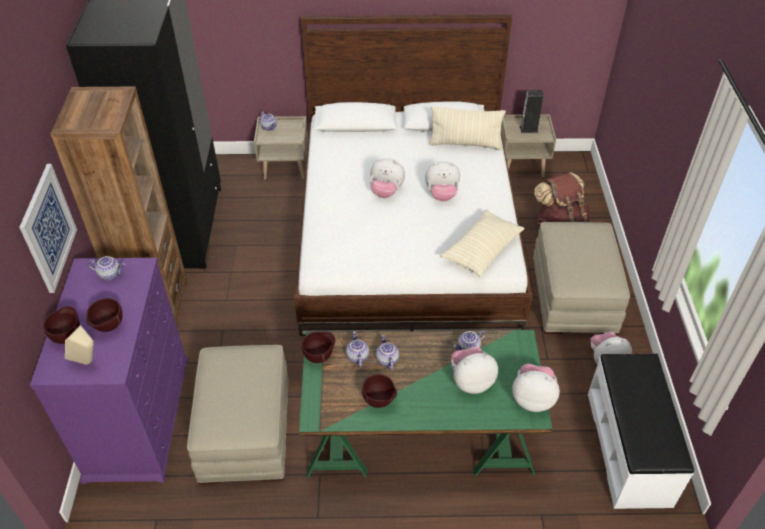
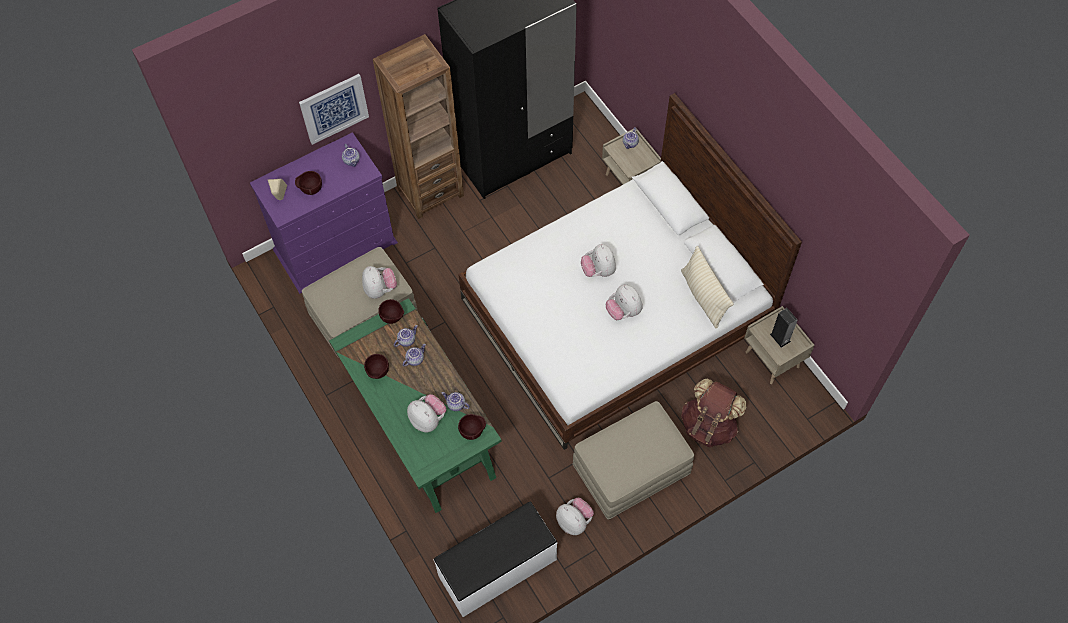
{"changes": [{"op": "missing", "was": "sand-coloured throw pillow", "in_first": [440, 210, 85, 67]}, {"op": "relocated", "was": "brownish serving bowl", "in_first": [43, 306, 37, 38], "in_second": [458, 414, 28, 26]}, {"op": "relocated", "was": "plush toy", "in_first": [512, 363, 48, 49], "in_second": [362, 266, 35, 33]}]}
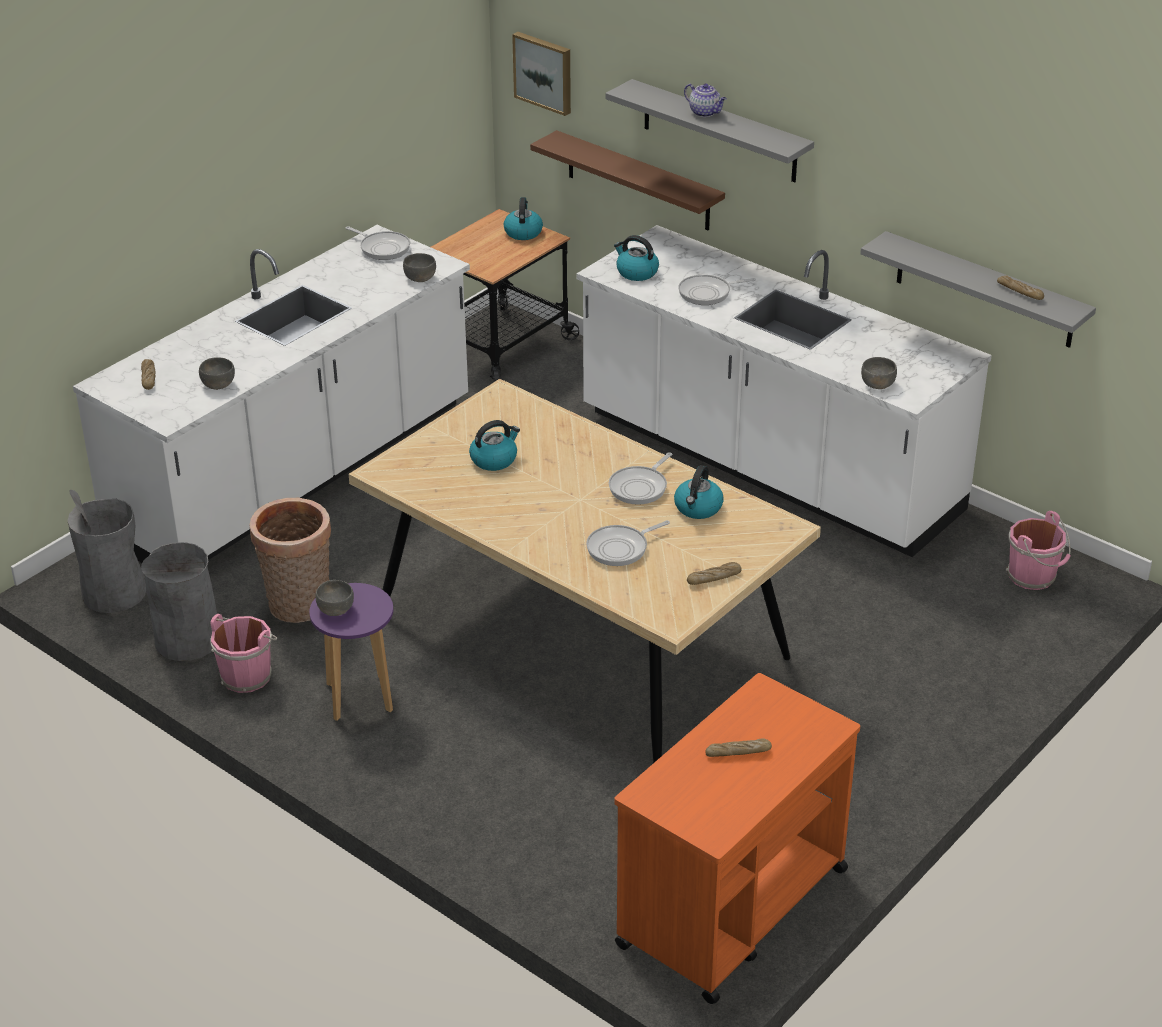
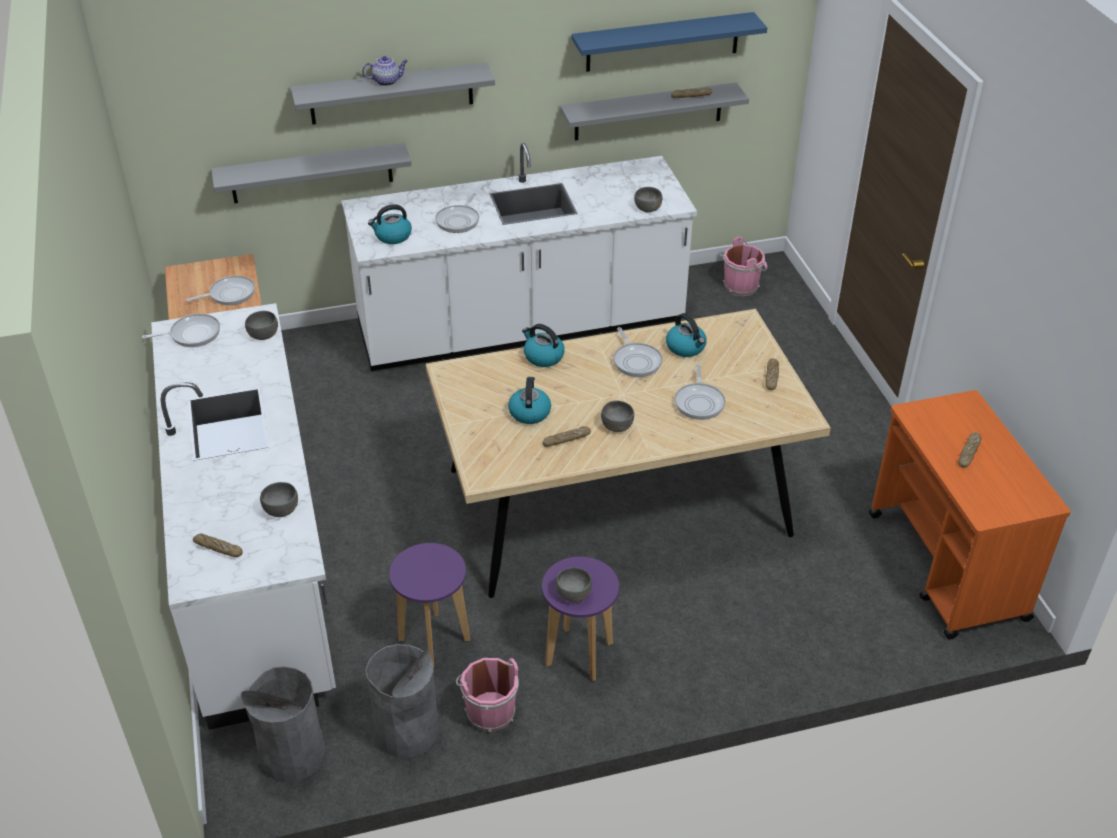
{"changes": [{"op": "missing", "was": "wall picture", "in_first": [512, 32, 59, 84]}, {"op": "appeared", "now": "frying pan", "in_second": [186, 276, 69, 29]}, {"op": "appeared", "now": "bread", "in_second": [543, 426, 48, 21]}, {"op": "appeared", "now": "blue-coloured bracket shelf", "in_second": [572, 12, 195, 60]}, {"op": "appeared", "now": "gray serving bowl", "in_second": [601, 401, 33, 31]}, {"op": "relocated", "was": "kettle", "in_first": [504, 197, 39, 43], "in_second": [522, 324, 43, 43]}, {"op": "exchanged", "was": "storage basket", "now": "purple-coloured stool seat", "in_first": [250, 498, 81, 125], "in_second": [389, 543, 81, 125]}, {"op": "colour", "was": "brownish bracket shelf", "now": "gray bracket shelf", "in_first": [530, 130, 195, 100], "in_second": [211, 143, 201, 60]}]}
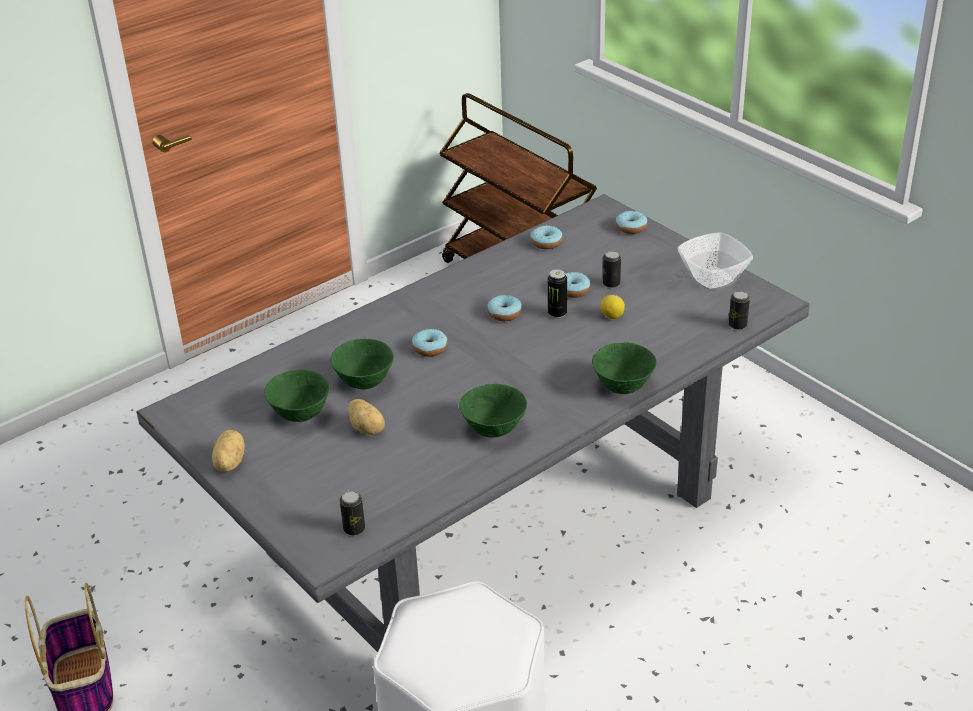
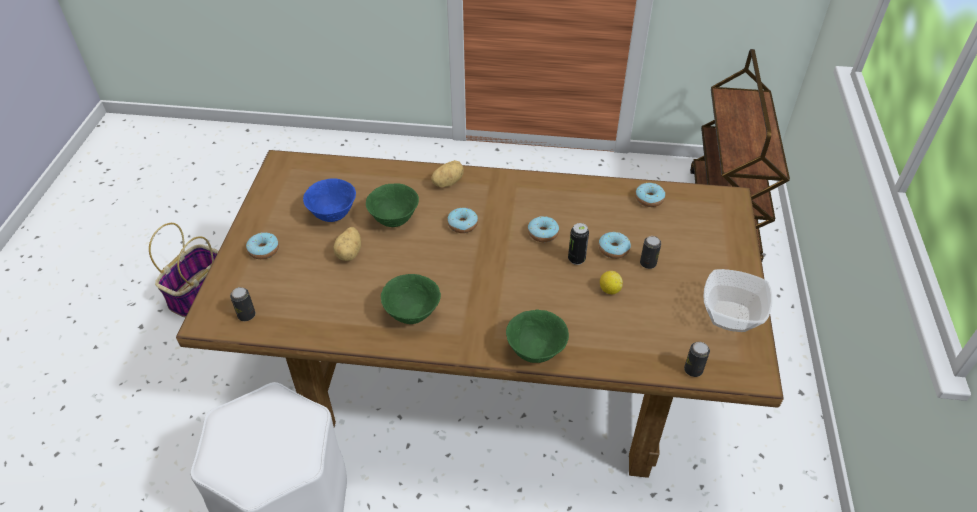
{"changes": [{"op": "relocated", "was": "whole potato", "in_first": [212, 430, 33, 42], "in_second": [431, 160, 33, 27]}, {"op": "relocated", "was": "doughnut", "in_first": [616, 211, 32, 23], "in_second": [246, 232, 33, 27]}, {"op": "colour", "was": "gray dinner table", "now": "brownish dinner table", "in_first": [137, 194, 673, 458], "in_second": [176, 150, 608, 328]}, {"op": "colour", "was": "greenish serving bowl", "now": "blue-coloured serving bowl", "in_first": [264, 370, 66, 52], "in_second": [303, 178, 53, 44]}]}
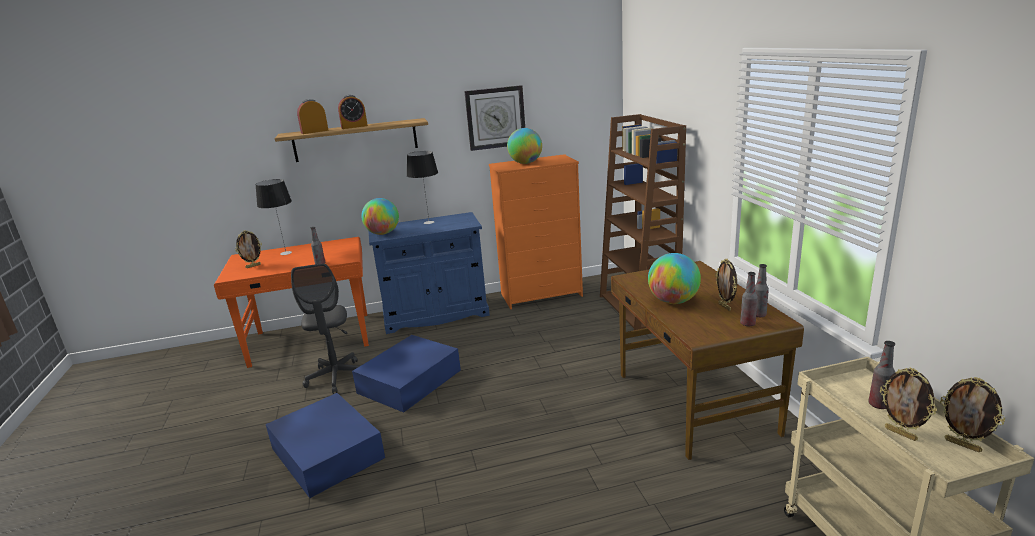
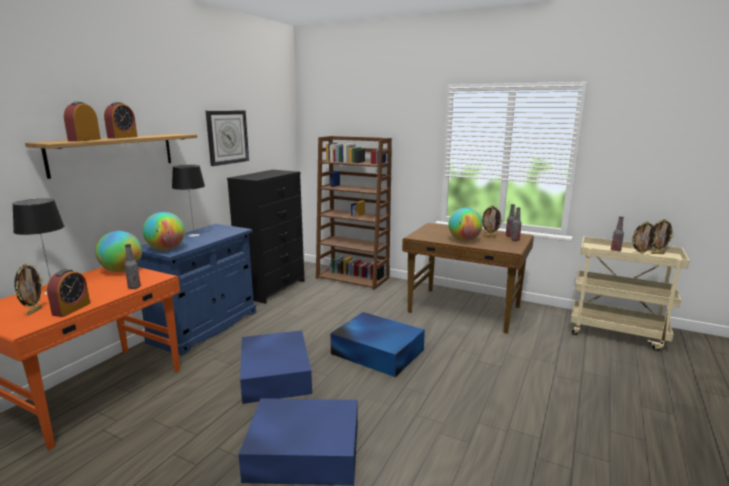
{"changes": [{"op": "missing", "was": "gray desk chair", "in_first": [291, 263, 69, 131]}, {"op": "appeared", "now": "alarm clock", "in_second": [47, 269, 43, 48]}, {"op": "appeared", "now": "blue-coloured storage bin", "in_second": [330, 312, 95, 65]}, {"op": "relocated", "was": "globe", "in_first": [507, 128, 35, 36], "in_second": [95, 231, 47, 41]}, {"op": "colour", "was": "orange dresser", "now": "black dresser", "in_first": [489, 154, 94, 155], "in_second": [227, 170, 78, 134]}]}
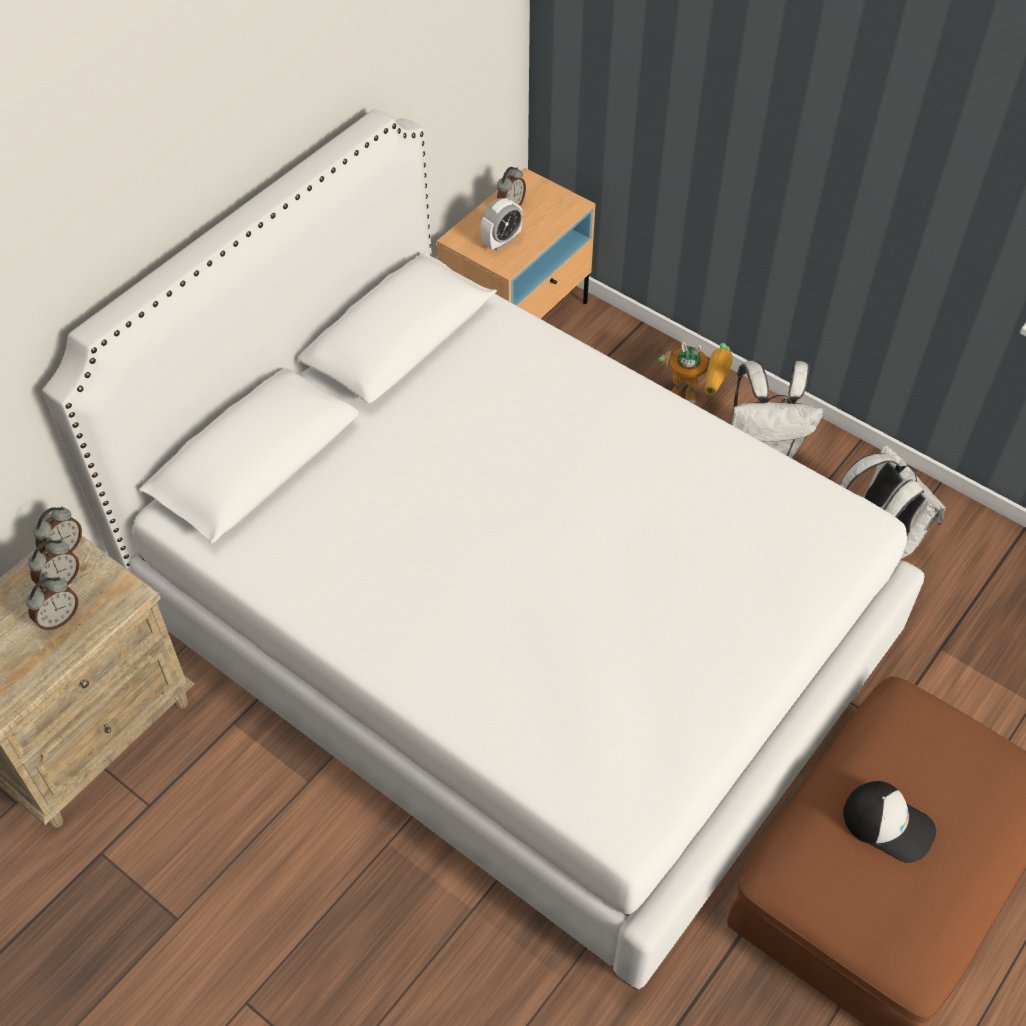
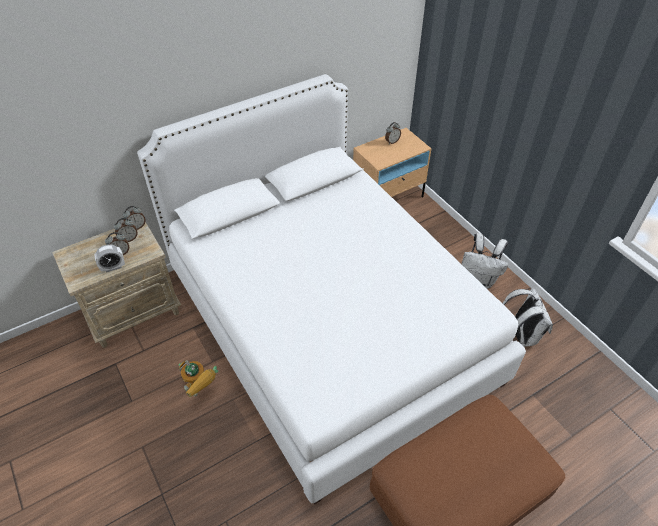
{"changes": [{"op": "missing", "was": "peaked cap", "in_first": [843, 781, 93, 82]}, {"op": "relocated", "was": "alarm clock", "in_first": [480, 198, 43, 53], "in_second": [94, 244, 31, 29]}, {"op": "relocated", "was": "robot figure", "in_first": [659, 342, 74, 63], "in_second": [178, 360, 40, 37]}]}
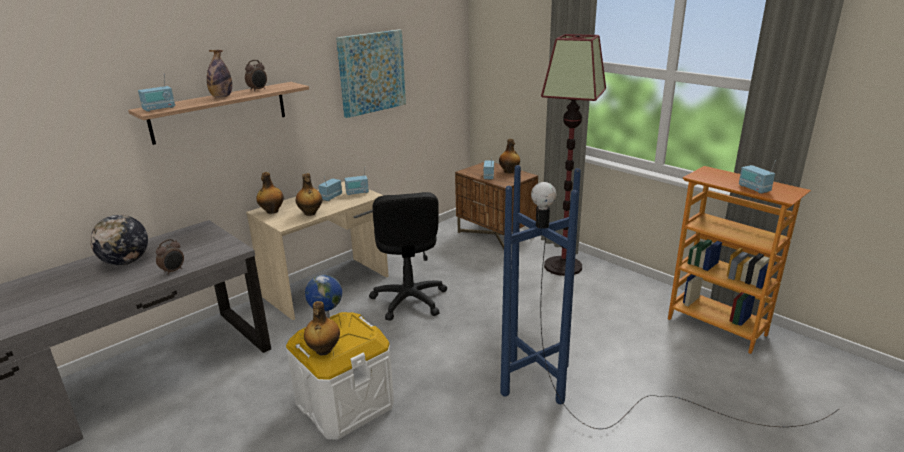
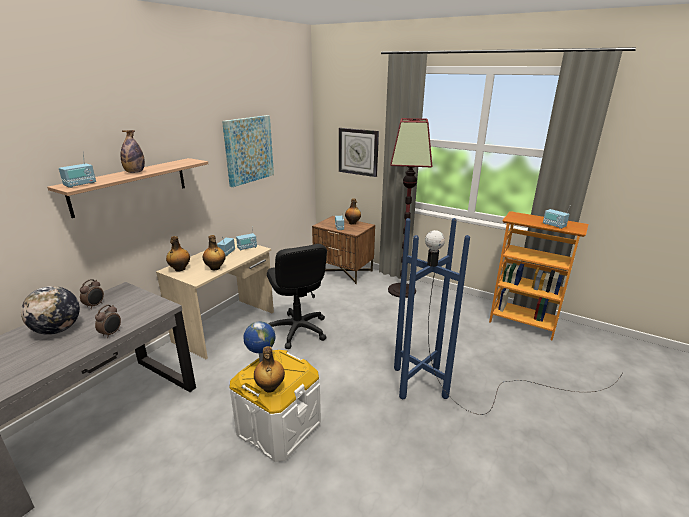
{"changes": [{"op": "appeared", "now": "clock on the wall", "in_second": [339, 128, 40, 49]}, {"op": "relocated", "was": "alarm clock", "in_first": [245, 60, 22, 31], "in_second": [80, 279, 24, 30]}]}
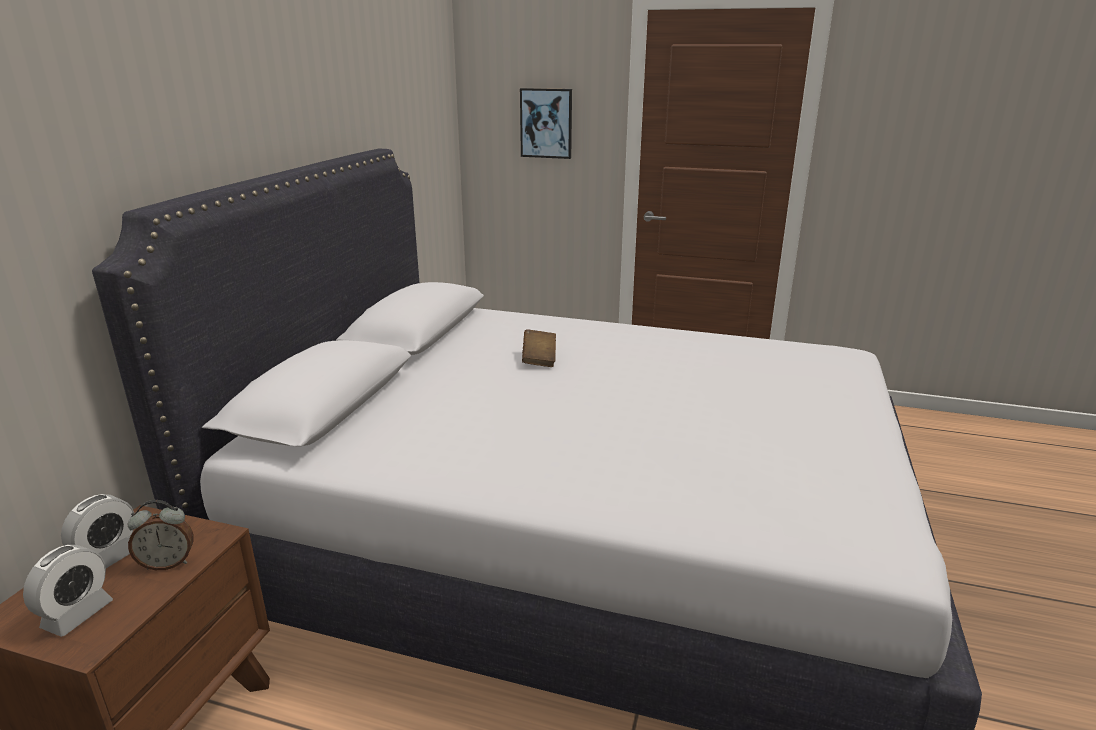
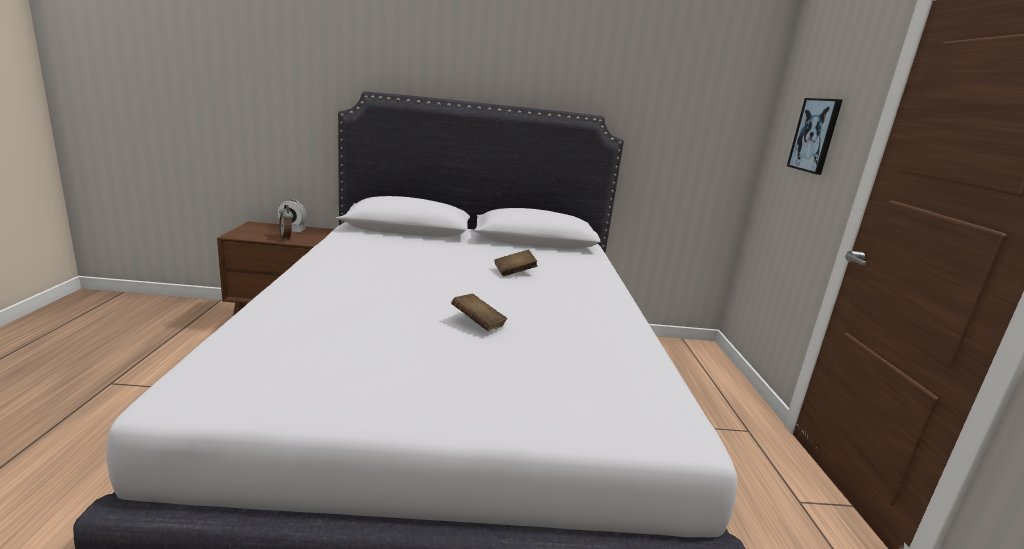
{"changes": [{"op": "missing", "was": "alarm clock", "in_first": [23, 545, 90, 92]}, {"op": "appeared", "now": "brownish volume", "in_second": [451, 294, 56, 37]}]}
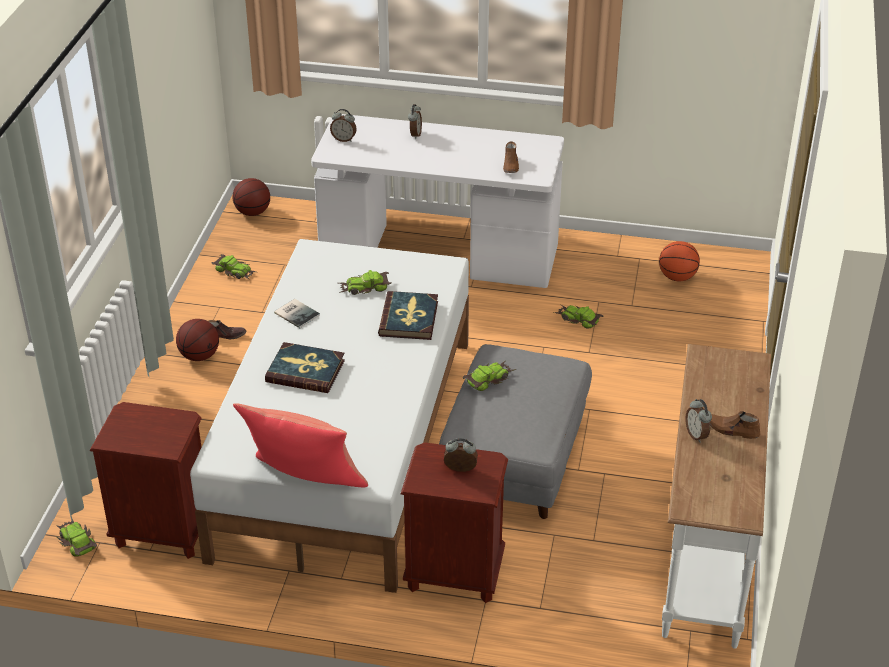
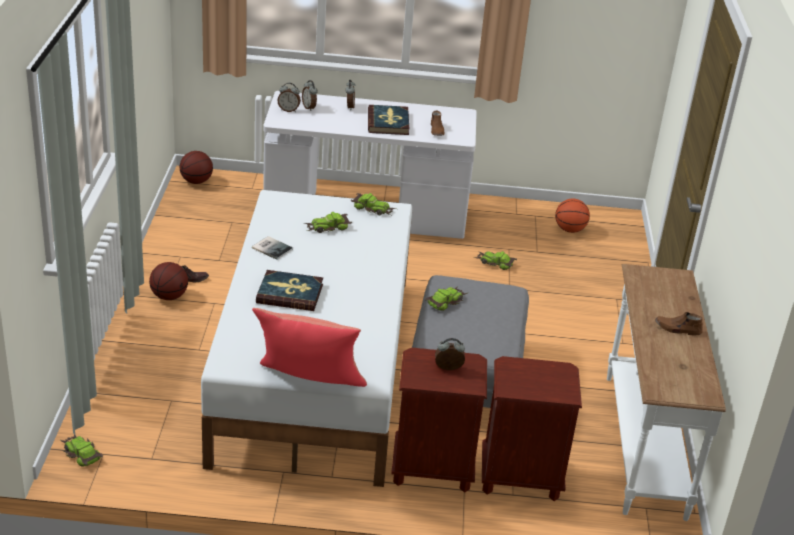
{"changes": [{"op": "relocated", "was": "brownish bedside table", "in_first": [90, 402, 112, 157], "in_second": [482, 356, 100, 145]}, {"op": "relocated", "was": "model car", "in_first": [211, 254, 45, 26], "in_second": [351, 193, 45, 23]}, {"op": "relocated", "was": "volume", "in_first": [378, 291, 60, 49], "in_second": [368, 105, 41, 30]}, {"op": "relocated", "was": "alarm clock", "in_first": [685, 399, 27, 44], "in_second": [302, 80, 16, 31]}]}
